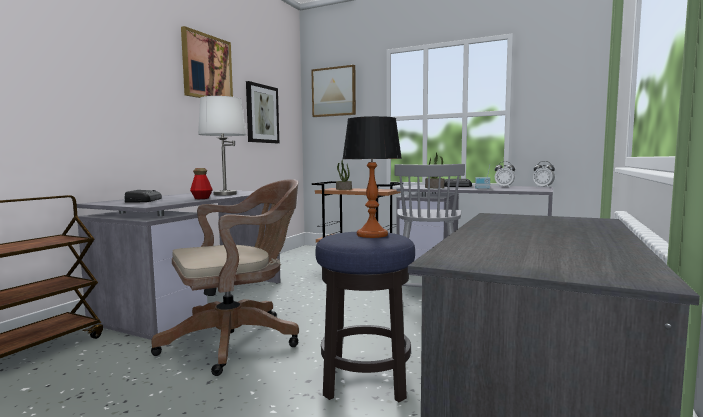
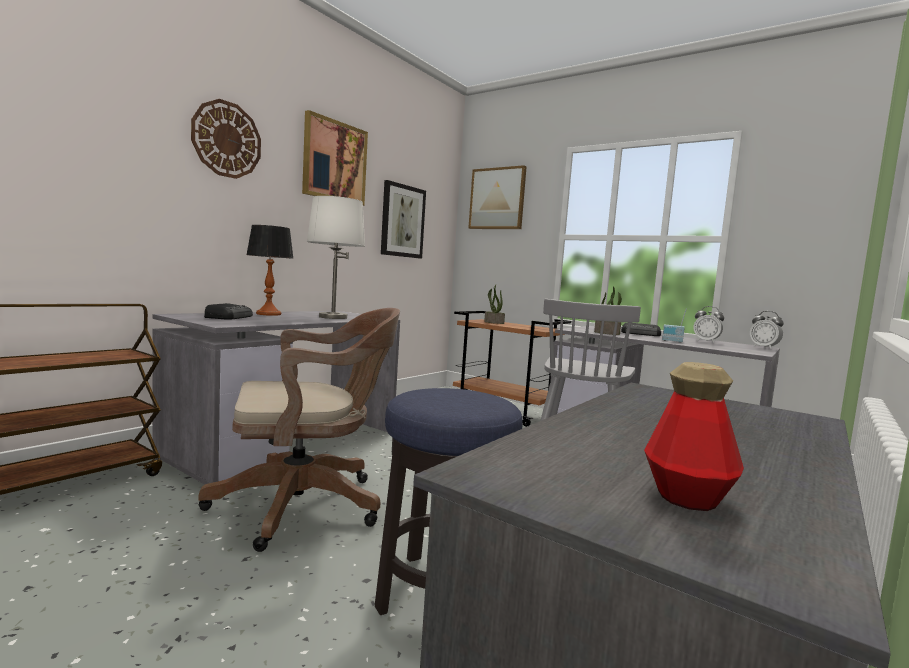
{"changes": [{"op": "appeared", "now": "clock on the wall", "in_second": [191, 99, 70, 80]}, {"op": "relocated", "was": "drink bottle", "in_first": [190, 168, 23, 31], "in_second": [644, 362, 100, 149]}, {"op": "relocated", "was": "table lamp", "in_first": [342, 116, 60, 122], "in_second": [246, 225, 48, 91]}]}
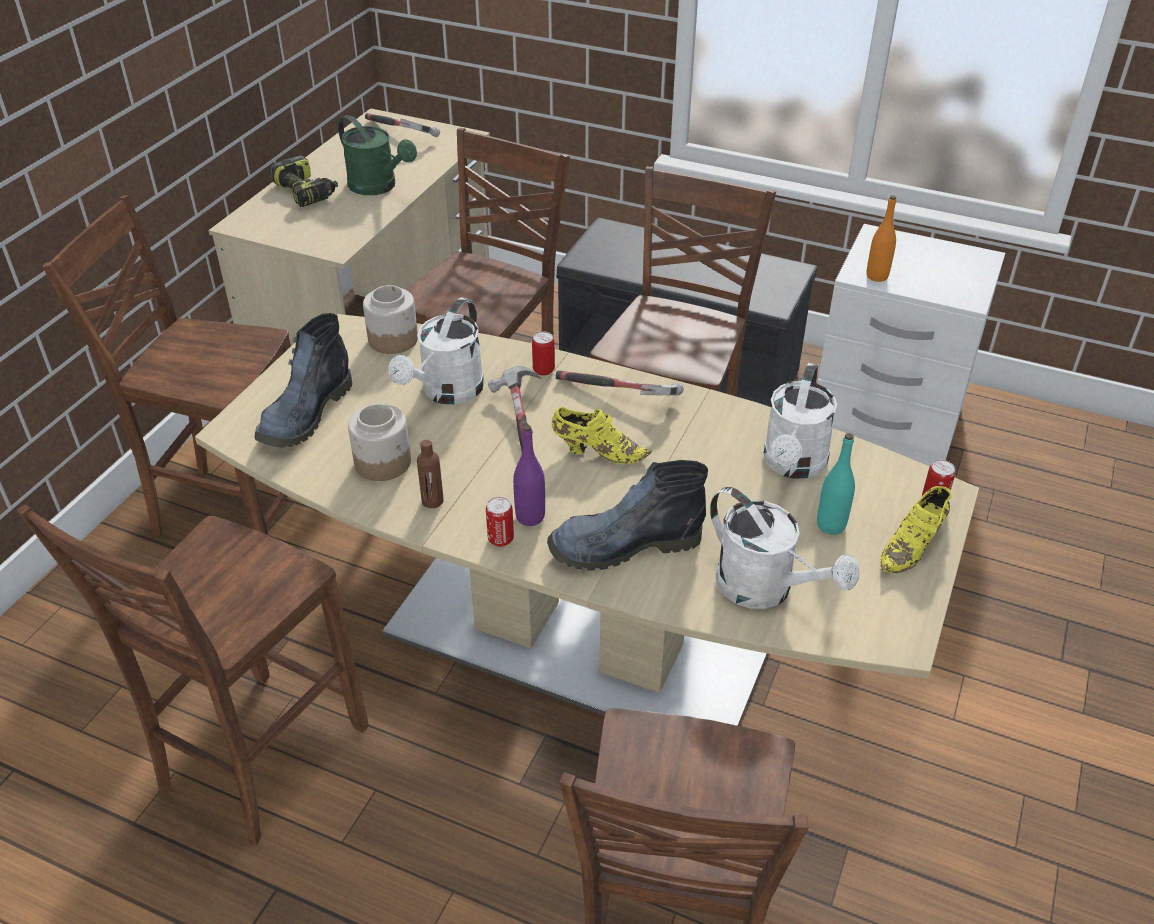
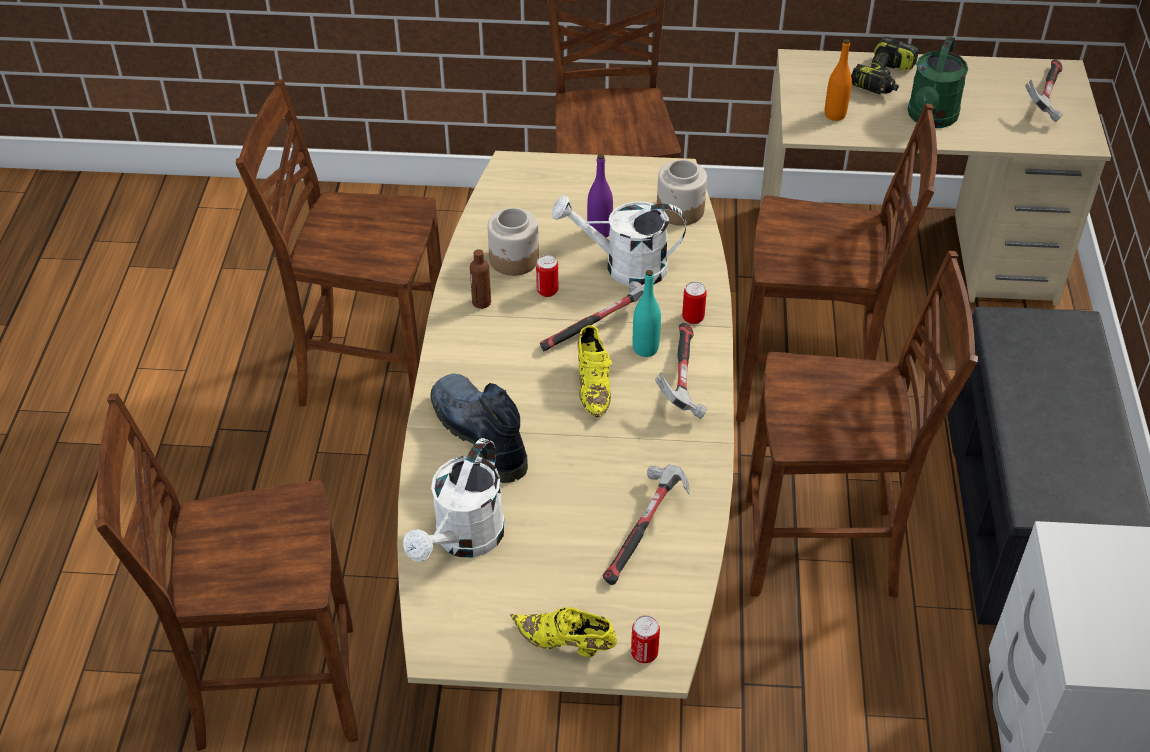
{"changes": [{"op": "missing", "was": "tall boot", "in_first": [255, 313, 97, 135]}, {"op": "relocated", "was": "sealed can", "in_first": [486, 497, 28, 50], "in_second": [536, 255, 22, 42]}, {"op": "relocated", "was": "purple-coloured drink bottle", "in_first": [513, 425, 32, 101], "in_second": [587, 154, 26, 84]}, {"op": "relocated", "was": "turquoise-coloured drink bottle", "in_first": [817, 433, 38, 102], "in_second": [633, 270, 28, 87]}, {"op": "relocated", "was": "orange drink bottle", "in_first": [867, 195, 29, 87], "in_second": [825, 39, 27, 82]}, {"op": "exchanged", "was": "whitish watering can", "now": "hand hammer", "in_first": [763, 363, 74, 116], "in_second": [603, 465, 87, 120]}]}
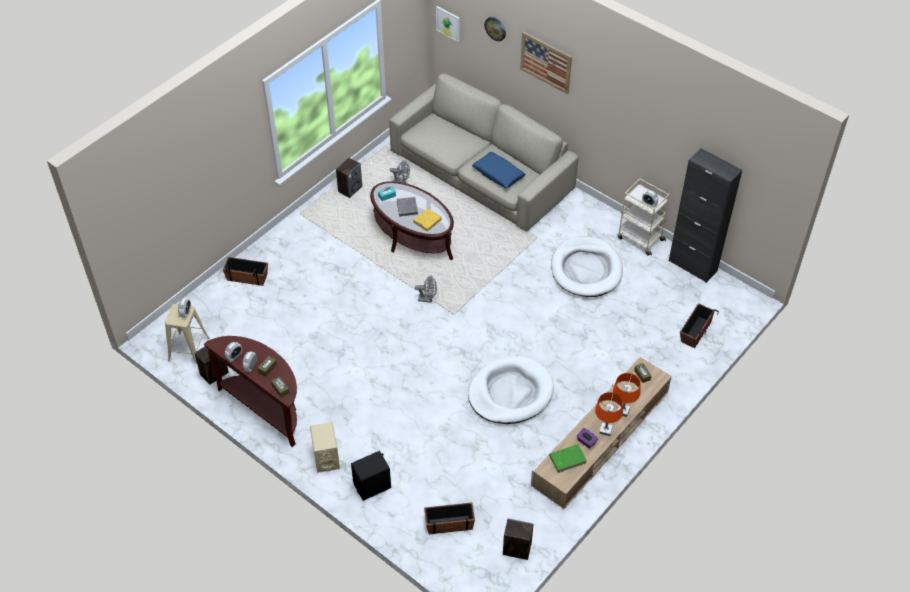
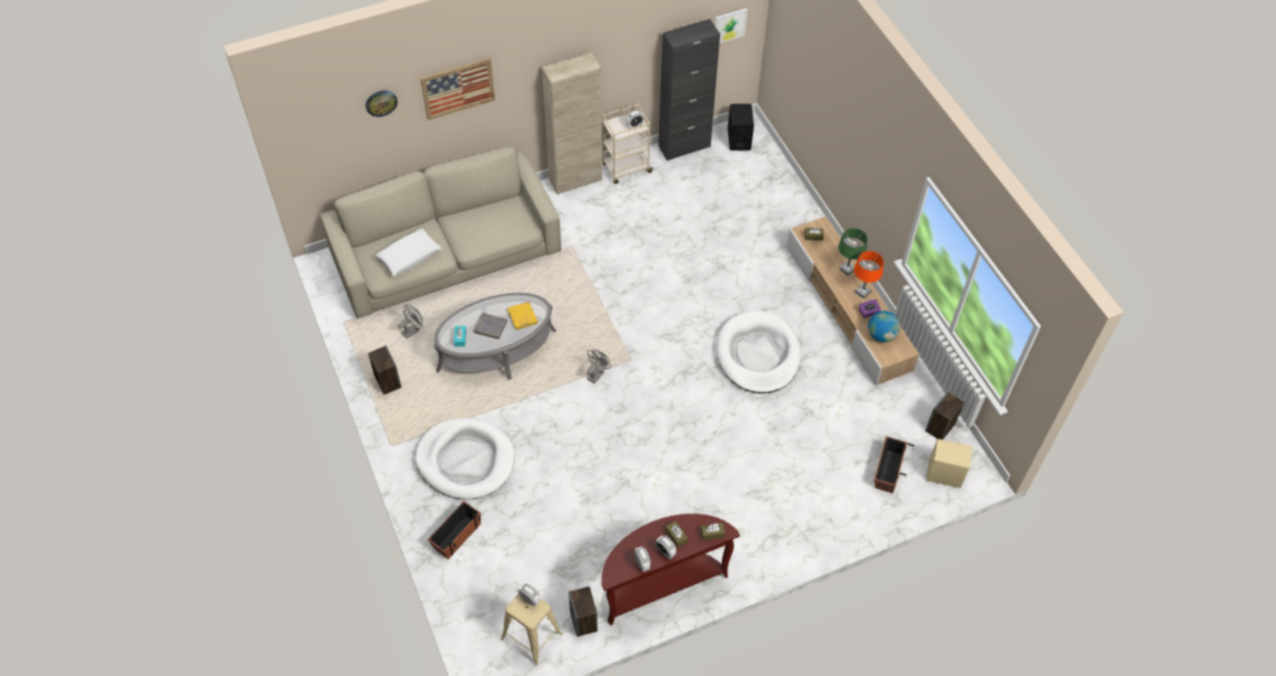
{"changes": [{"op": "missing", "was": "blue-coloured throw pillow", "in_first": [472, 152, 54, 37]}, {"op": "missing", "was": "flower pot", "in_first": [680, 303, 39, 45]}, {"op": "appeared", "now": "whitish throw pillow", "in_second": [375, 228, 67, 49]}, {"op": "appeared", "now": "sand-coloured cupboard", "in_second": [542, 52, 60, 143]}, {"op": "relocated", "was": "sand-coloured speaker", "in_first": [310, 422, 30, 51], "in_second": [926, 439, 46, 49]}, {"op": "relocated", "was": "black speaker", "in_first": [351, 451, 40, 50], "in_second": [728, 104, 26, 47]}, {"op": "relocated", "was": "wall picture", "in_first": [436, 6, 24, 36], "in_second": [715, 8, 32, 35]}, {"op": "relocated", "was": "whitish dog bed", "in_first": [551, 237, 72, 60], "in_second": [415, 418, 100, 82]}, {"op": "exchanged", "was": "greenish volume", "now": "globe", "in_first": [549, 444, 38, 29], "in_second": [868, 311, 32, 31]}, {"op": "colour", "was": "brownish low table", "now": "gray low table", "in_first": [370, 181, 84, 79], "in_second": [433, 293, 123, 87]}, {"op": "colour", "was": "orange table lamp", "now": "greenish table lamp", "in_first": [613, 373, 27, 44], "in_second": [838, 228, 29, 48]}]}
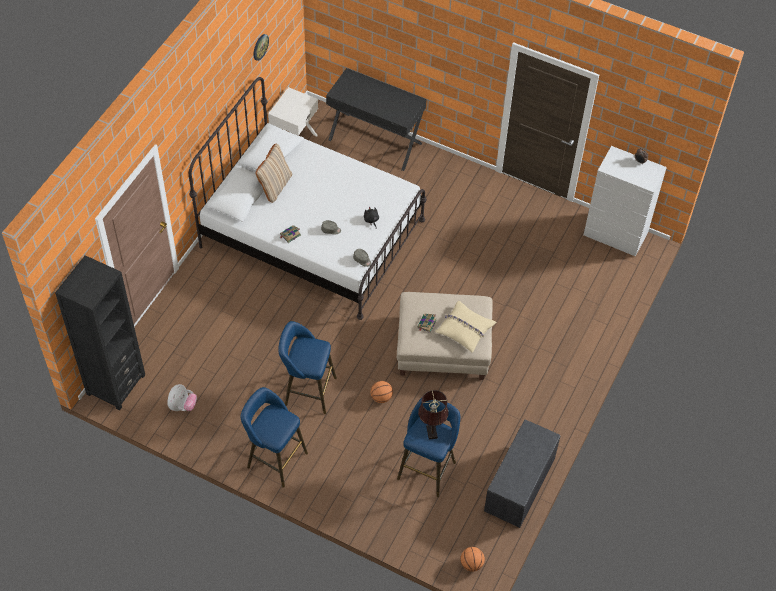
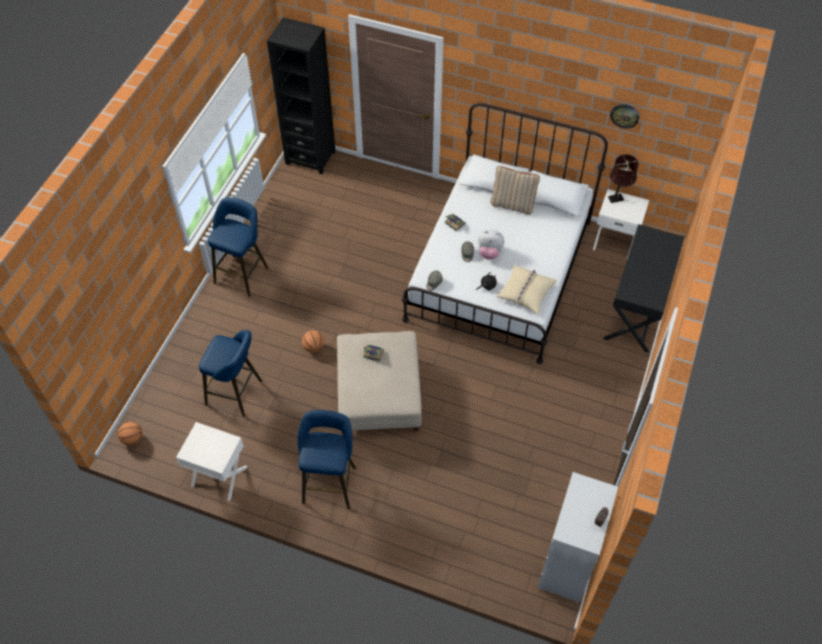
{"changes": [{"op": "relocated", "was": "plush toy", "in_first": [168, 384, 29, 27], "in_second": [478, 229, 26, 31]}, {"op": "relocated", "was": "blue-coloured stool seat", "in_first": [278, 321, 59, 93], "in_second": [298, 410, 58, 99]}, {"op": "relocated", "was": "brownish table lamp", "in_first": [418, 390, 30, 50], "in_second": [608, 154, 31, 49]}, {"op": "relocated", "was": "sand-coloured throw pillow", "in_first": [435, 301, 62, 52], "in_second": [496, 265, 61, 49]}, {"op": "exchanged", "was": "gray long seat", "now": "whitish bedside table", "in_first": [484, 420, 76, 108], "in_second": [176, 422, 71, 79]}]}
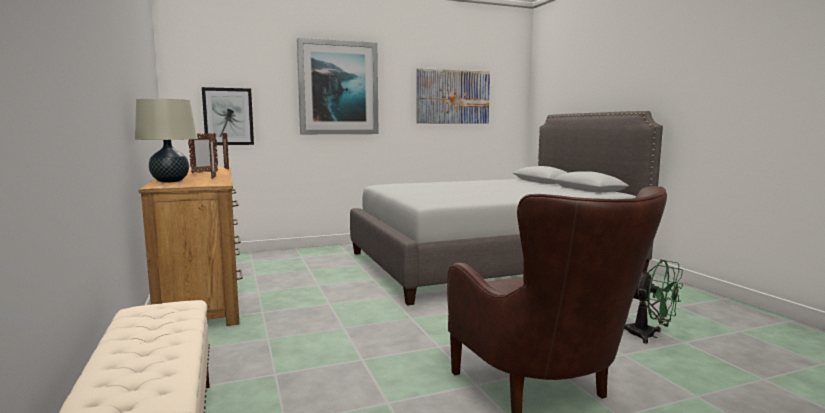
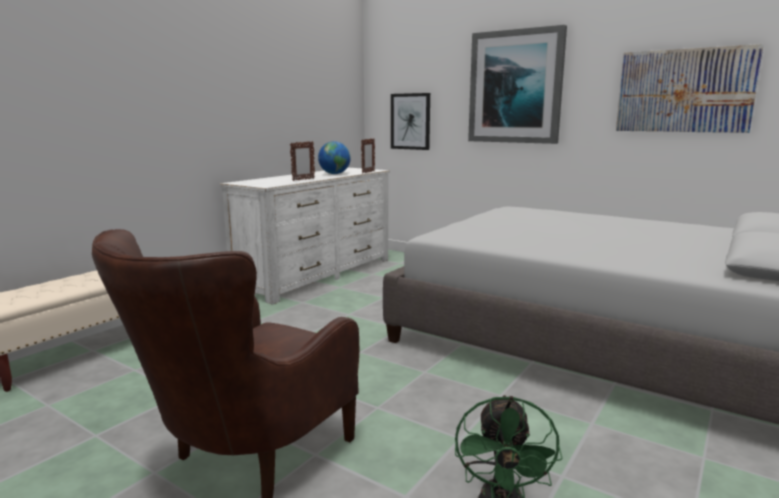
{"changes": [{"op": "missing", "was": "sand-coloured table lamp", "in_first": [135, 99, 63, 84]}, {"op": "exchanged", "was": "picture frame", "now": "globe", "in_first": [188, 133, 30, 40], "in_second": [318, 141, 33, 33]}, {"op": "colour", "was": "brownish dresser", "now": "whitish dresser", "in_first": [139, 167, 104, 159], "in_second": [220, 168, 170, 137]}]}
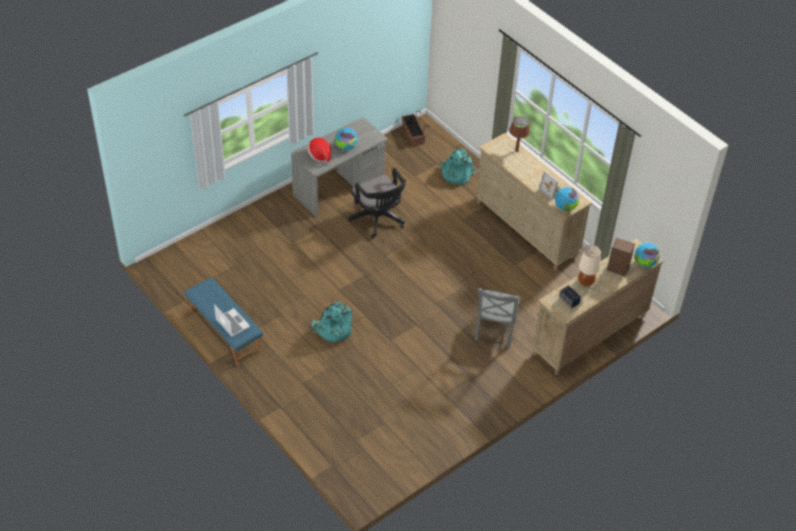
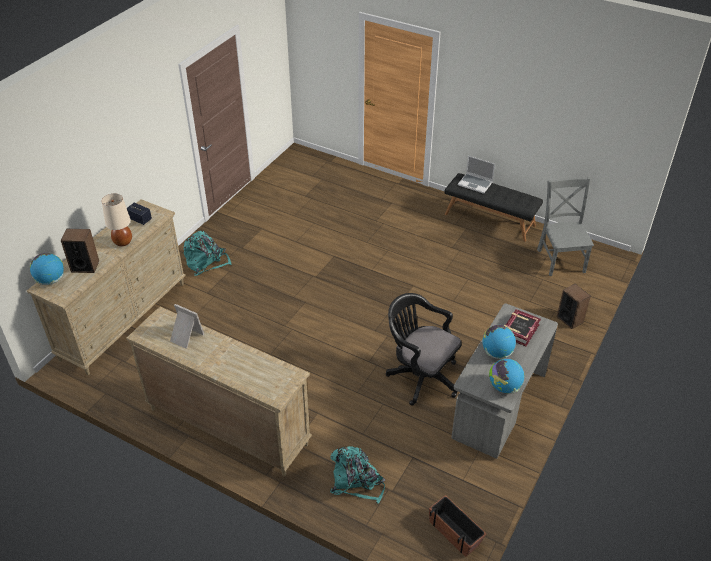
{"changes": [{"op": "missing", "was": "brownish table lamp", "in_first": [509, 117, 21, 35]}, {"op": "appeared", "now": "speaker", "in_second": [557, 284, 34, 45]}, {"op": "relocated", "was": "turquoise-coloured knapsack", "in_first": [312, 302, 40, 40], "in_second": [184, 231, 48, 45]}, {"op": "relocated", "was": "gray upright chair", "in_first": [475, 288, 45, 60], "in_second": [537, 177, 57, 99]}, {"op": "relocated", "was": "globe", "in_first": [555, 187, 24, 24], "in_second": [489, 359, 35, 35]}, {"op": "exchanged", "was": "hat", "now": "volume", "in_first": [308, 138, 24, 26], "in_second": [504, 309, 37, 37]}, {"op": "colour", "was": "blue-coloured long seat", "now": "black long seat", "in_first": [184, 277, 79, 89], "in_second": [444, 173, 99, 69]}]}
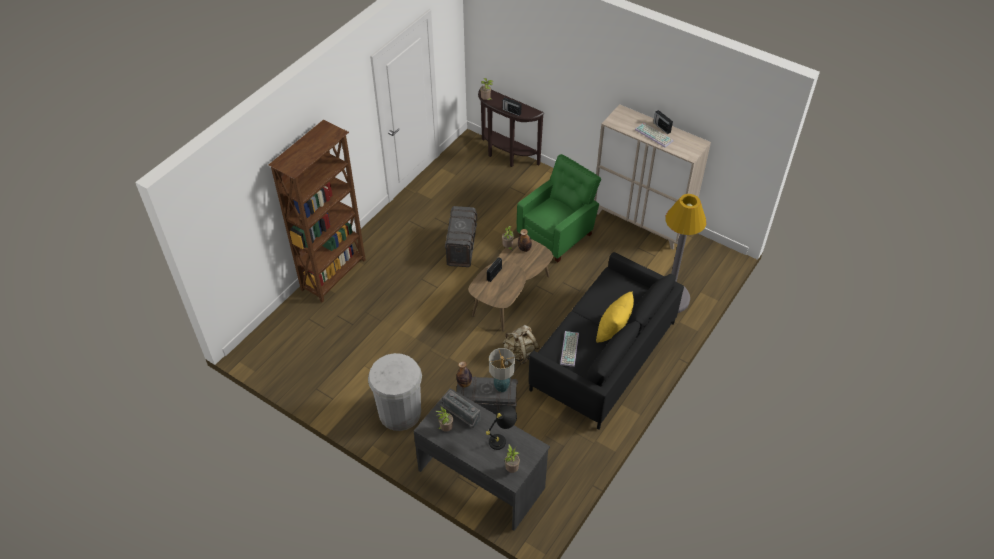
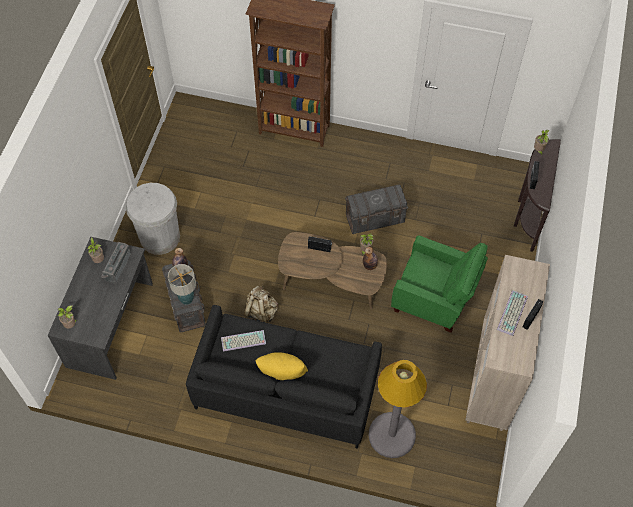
{"changes": [{"op": "missing", "was": "black table lamp", "in_first": [486, 406, 31, 44]}]}
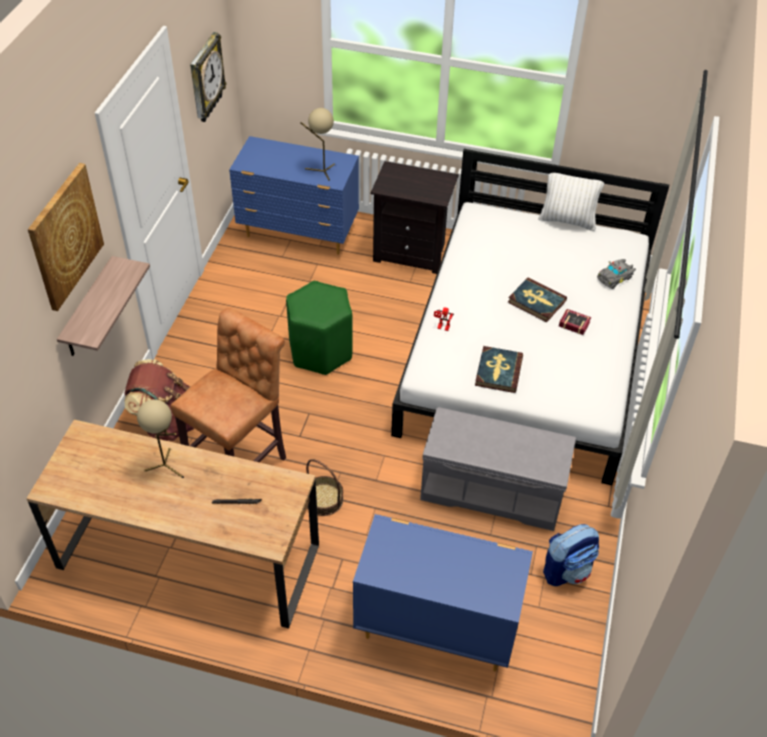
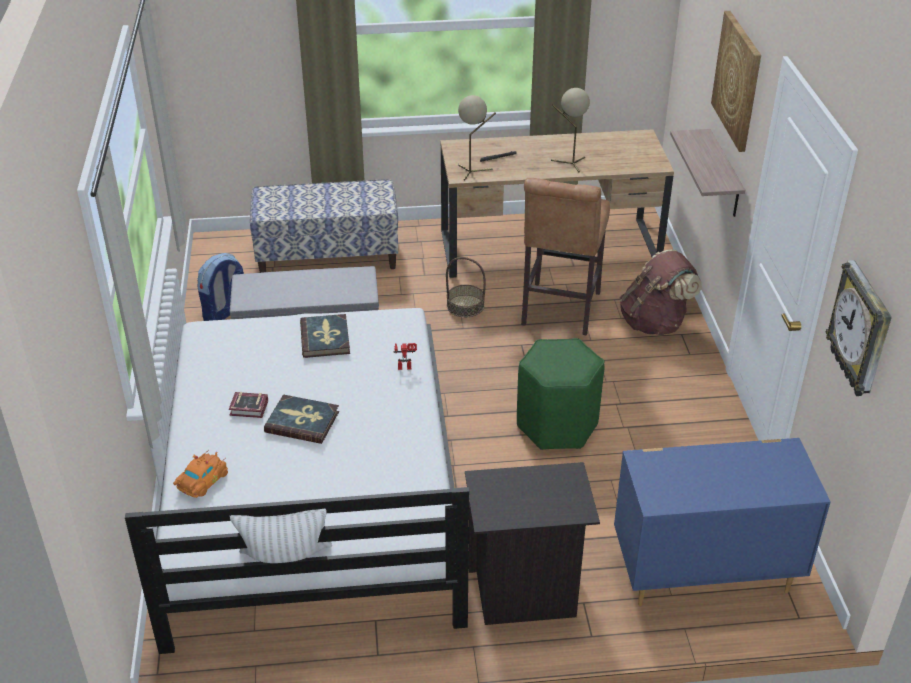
{"changes": [{"op": "relocated", "was": "sand-coloured table lamp", "in_first": [300, 108, 35, 73], "in_second": [458, 95, 38, 86]}, {"op": "exchanged", "was": "blue-coloured dresser", "now": "long seat", "in_first": [353, 514, 180, 158], "in_second": [250, 179, 148, 94]}, {"op": "colour", "was": "gray model car", "now": "orange model car", "in_first": [597, 259, 39, 30], "in_second": [173, 450, 55, 48]}]}
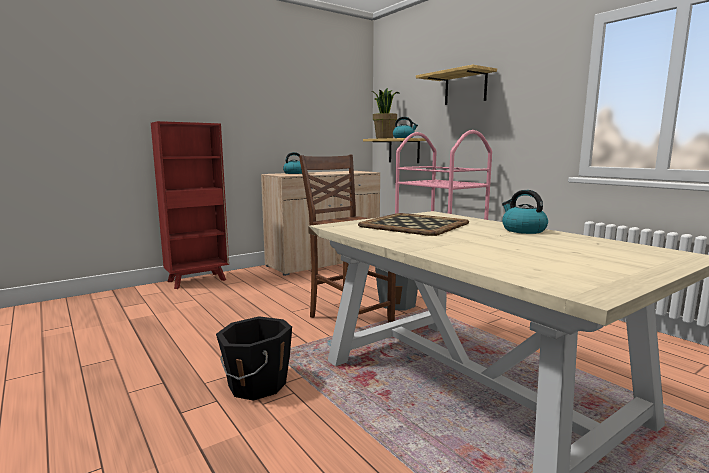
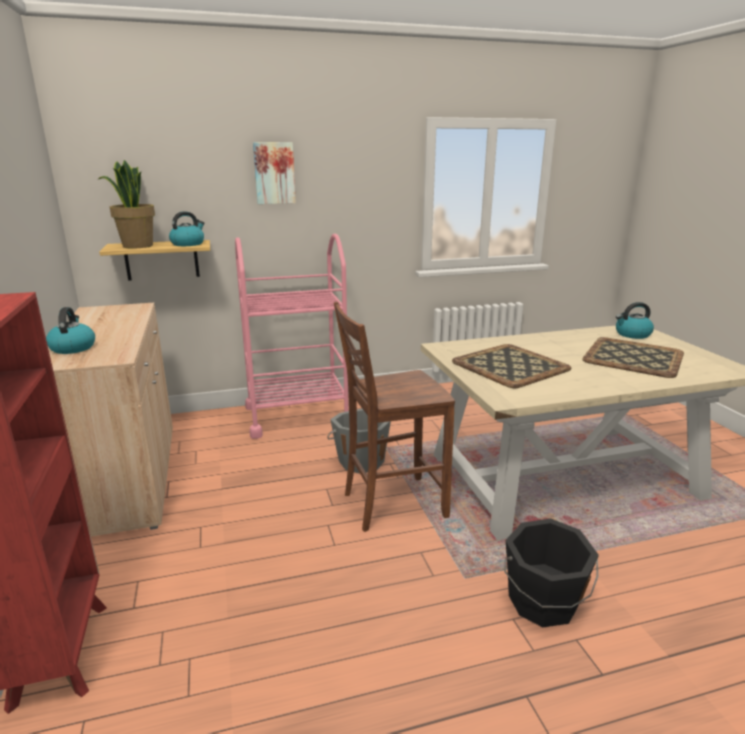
{"changes": [{"op": "appeared", "now": "serving tray", "in_second": [583, 337, 101, 41]}, {"op": "relocated", "was": "kettle", "in_first": [502, 190, 46, 44], "in_second": [616, 302, 38, 37]}, {"op": "exchanged", "was": "bracket shelf", "now": "wall picture", "in_first": [416, 65, 81, 40], "in_second": [253, 142, 43, 62]}]}
